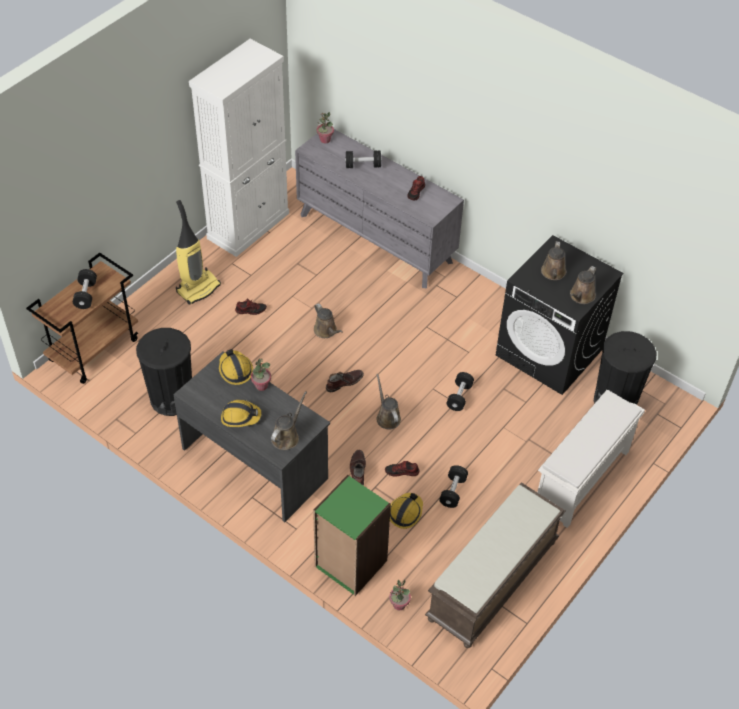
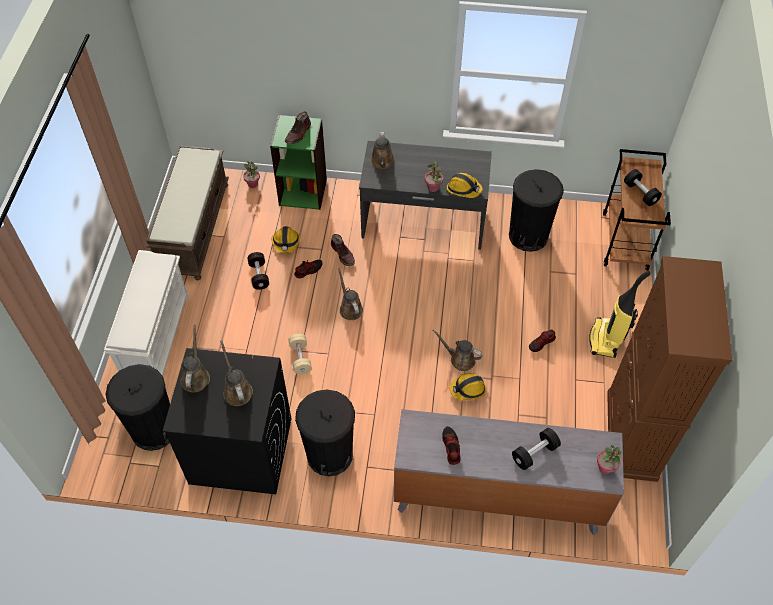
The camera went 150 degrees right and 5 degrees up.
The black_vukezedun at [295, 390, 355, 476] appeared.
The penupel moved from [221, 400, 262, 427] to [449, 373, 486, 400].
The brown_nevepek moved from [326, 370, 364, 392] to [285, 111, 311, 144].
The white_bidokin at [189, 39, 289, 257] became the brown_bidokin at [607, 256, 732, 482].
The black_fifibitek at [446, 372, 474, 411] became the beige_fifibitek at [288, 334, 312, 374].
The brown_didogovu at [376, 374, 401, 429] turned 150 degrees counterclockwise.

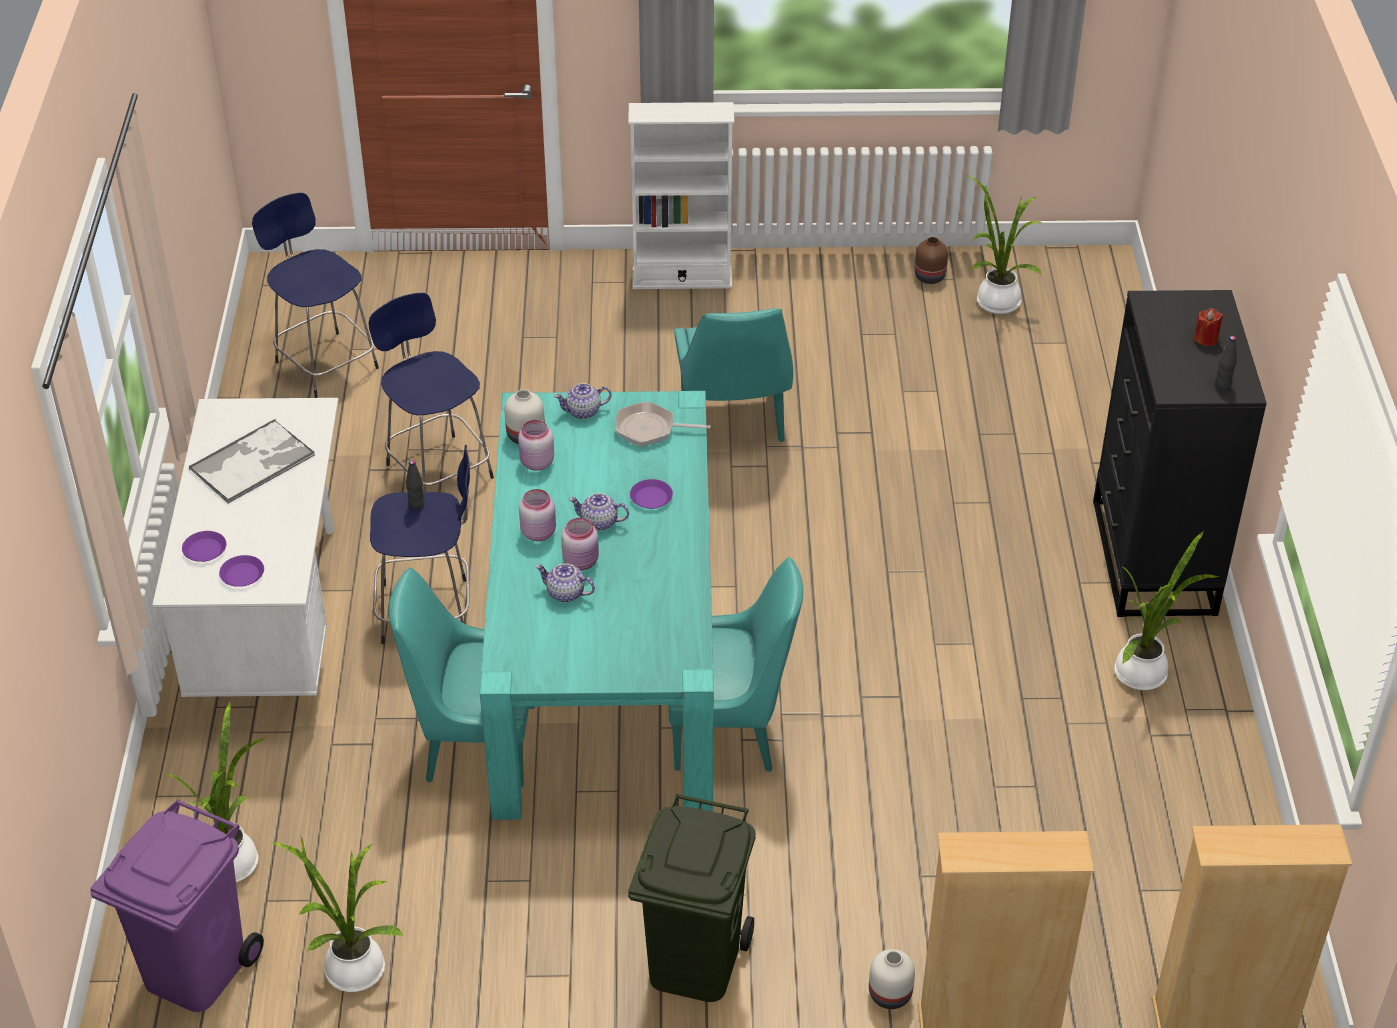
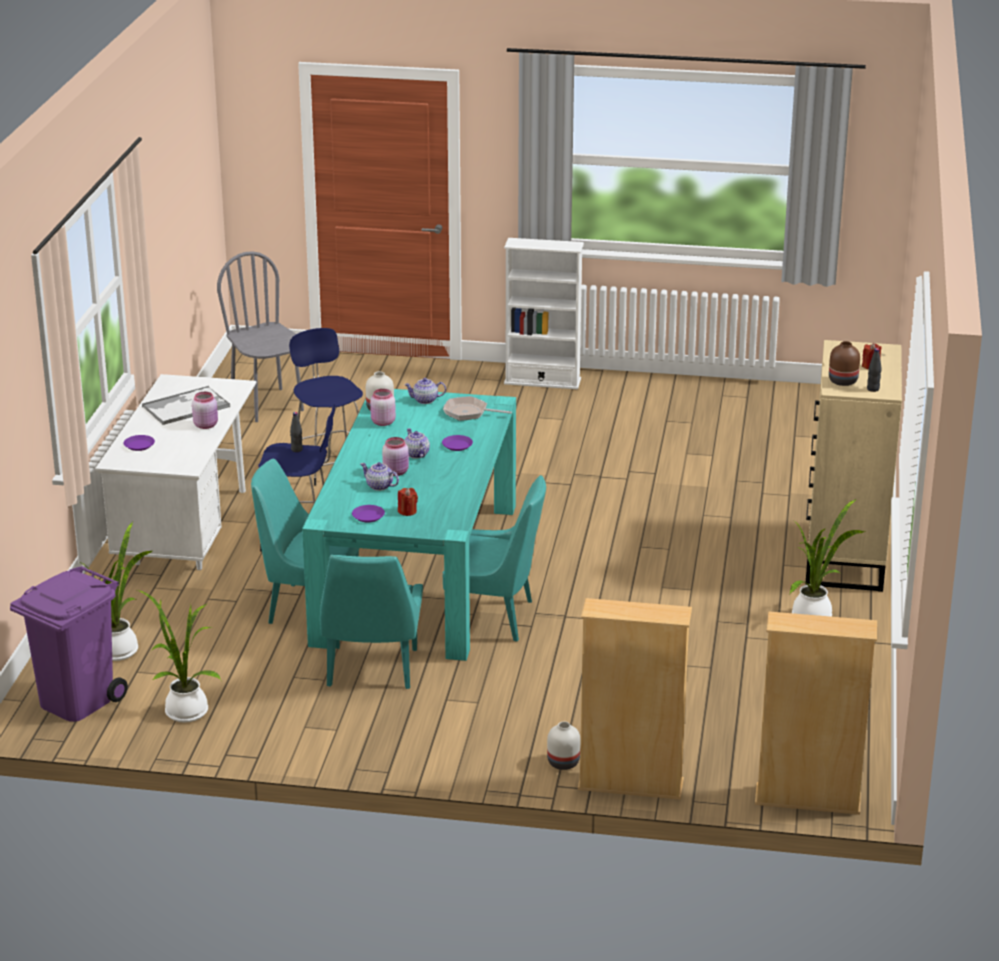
The camera went 10 degrees right and 15 degrees down.
The green_vukezedun at [628, 794, 756, 1002] disappeared.
The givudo at [968, 176, 1043, 314] disappeared.
The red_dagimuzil at [398, 488, 418, 516] appeared.
The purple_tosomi moved from [219, 555, 264, 587] to [352, 505, 385, 523].
The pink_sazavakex moved from [519, 489, 556, 541] to [192, 392, 218, 429].
The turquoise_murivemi moved from [674, 308, 793, 442] to [320, 555, 423, 689].
The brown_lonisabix moved from [914, 237, 948, 284] to [829, 341, 860, 386].
The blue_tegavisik at [252, 193, 379, 398] was replaced by the grey_murivemi at [217, 251, 304, 422].
The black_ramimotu at [1093, 290, 1267, 617] became the beige_ramimotu at [805, 340, 902, 592].
The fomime at [569, 493, 629, 531] turned 45 degrees clockwise.

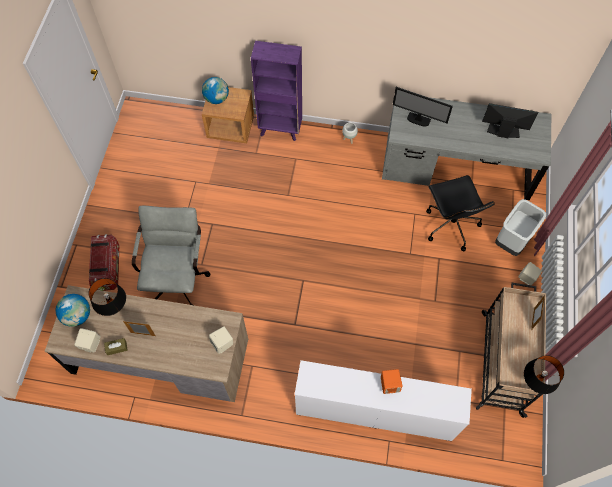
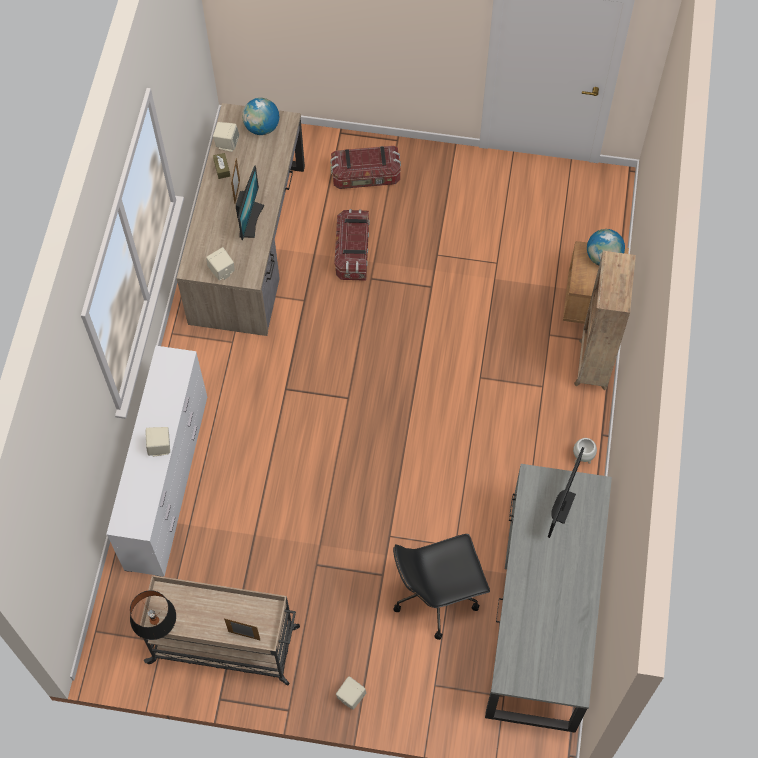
The camera went 90 degrees right and 0 degrees up.
The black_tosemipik at [89, 278, 126, 316] disappeared.
The grey_vukezedun at [495, 199, 546, 256] disappeared.
The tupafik moved from [482, 103, 538, 138] to [236, 166, 264, 240].
The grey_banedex at [132, 206, 210, 305] was replaced by the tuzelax at [334, 209, 370, 281].
The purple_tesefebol at [251, 41, 302, 141] became the brown_tesefebol at [574, 251, 636, 390].
The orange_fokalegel at [381, 369, 402, 394] became the beige_fokalegel at [145, 427, 170, 457].

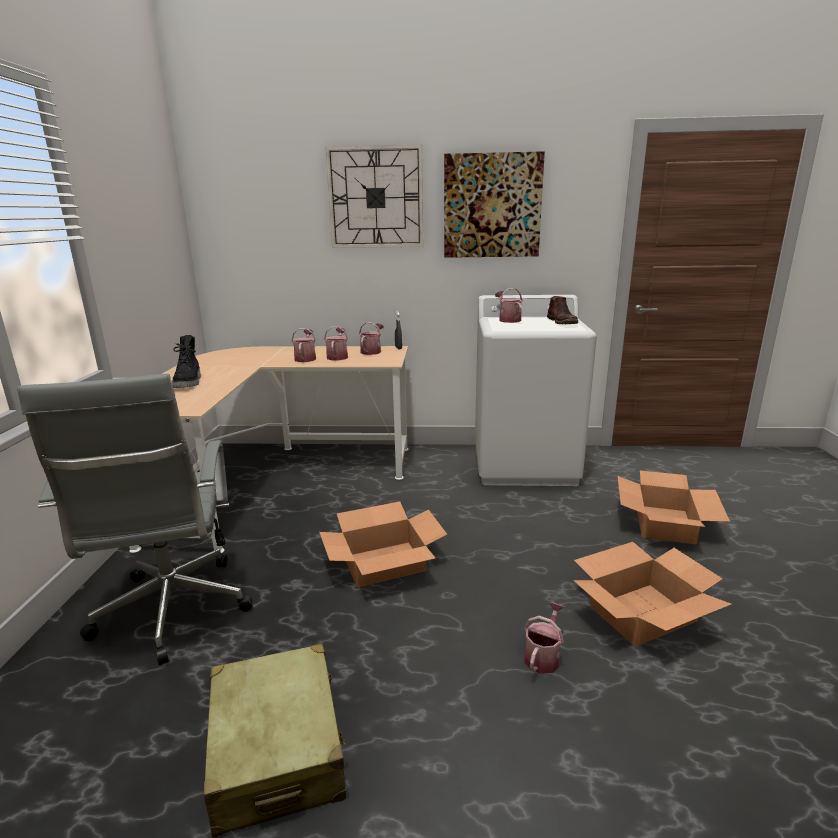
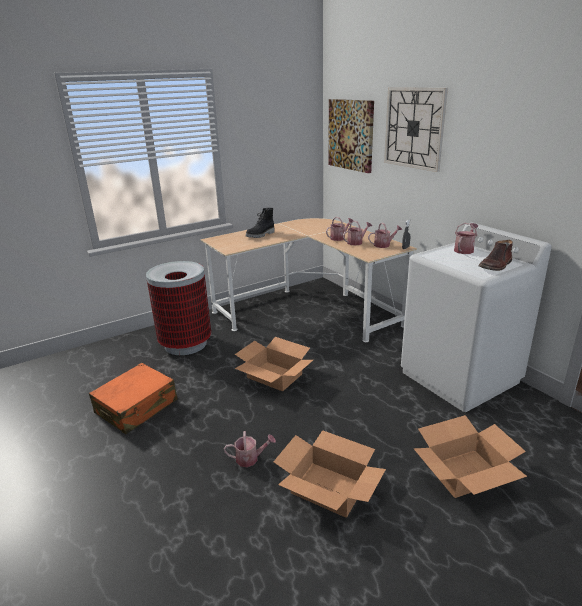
The camera went 55 degrees right and 5 degrees up.
The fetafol moved from [444, 151, 545, 258] to [329, 99, 374, 173].
The grey_banedex at [17, 374, 252, 665] was replaced by the vukezedun at [146, 261, 211, 355].
The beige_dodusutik at [204, 644, 346, 838] became the orange_dodusutik at [89, 363, 178, 434].

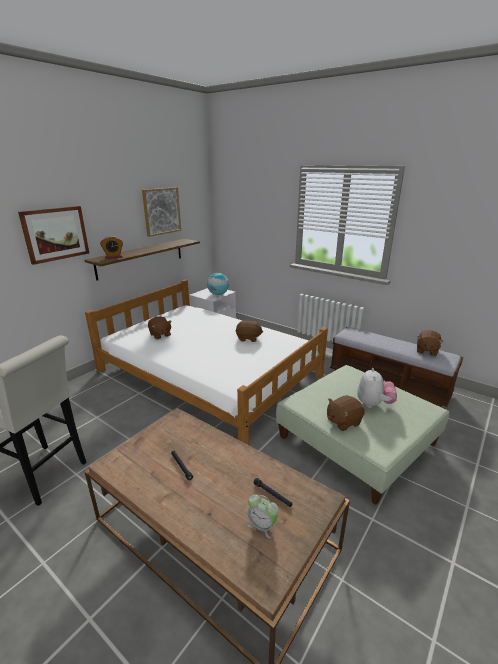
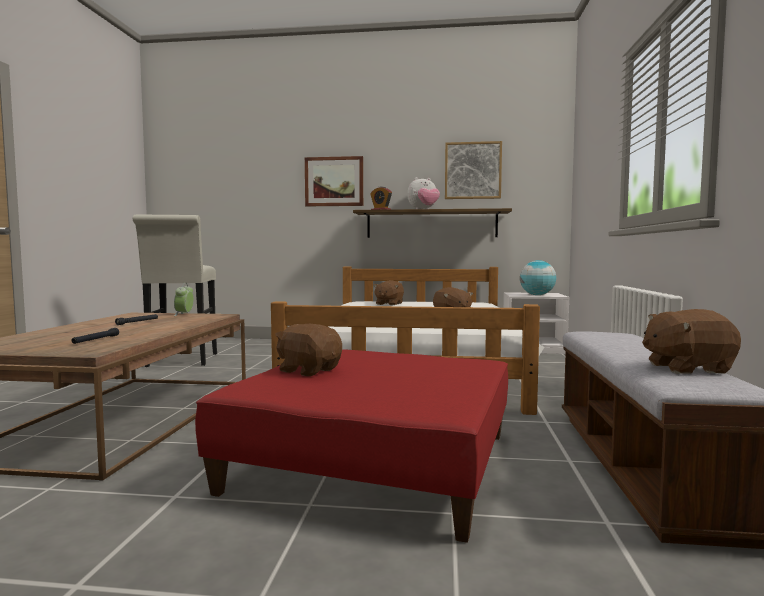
The camera went 60 degrees right and 20 degrees down.
The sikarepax moved from [247, 494, 279, 538] to [174, 283, 194, 316].
The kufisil moved from [357, 368, 397, 408] to [407, 177, 440, 209].
The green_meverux at [276, 365, 449, 505] became the red_meverux at [195, 349, 508, 543].

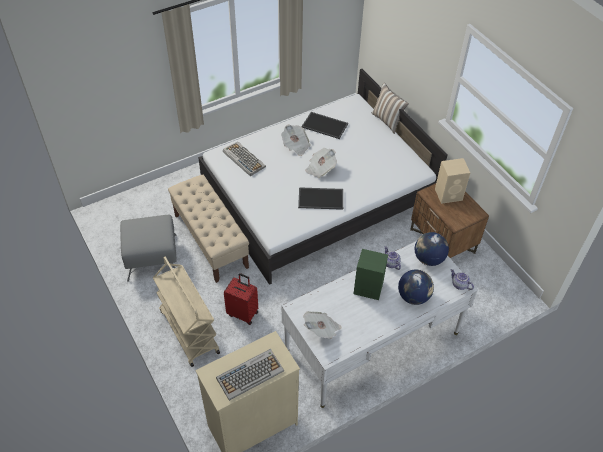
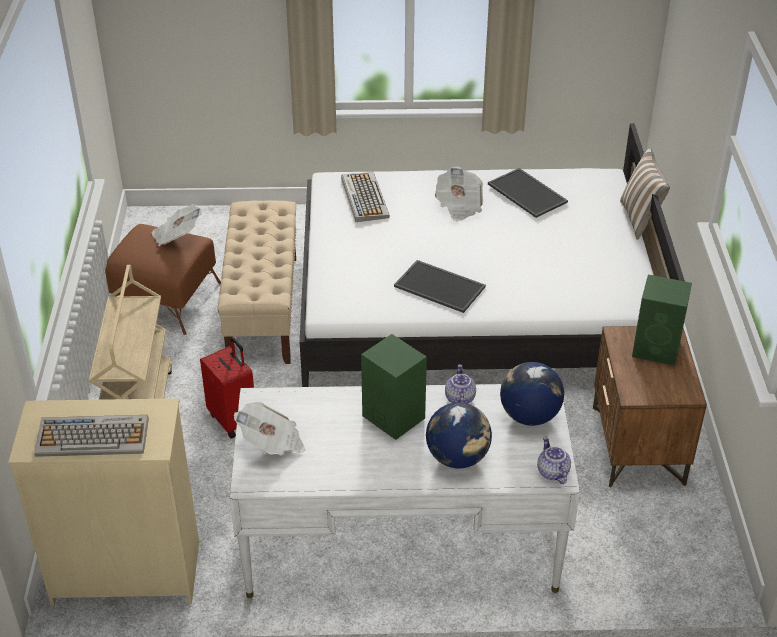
The camera went 30 degrees right and 10 degrees down.
The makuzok moved from [305, 148, 337, 178] to [152, 204, 202, 246].
The grey_meverux at [120, 215, 177, 282] became the brown_meverux at [105, 224, 221, 335].
The beige_fokalegel at [435, 158, 470, 204] became the green_fokalegel at [632, 275, 692, 366].

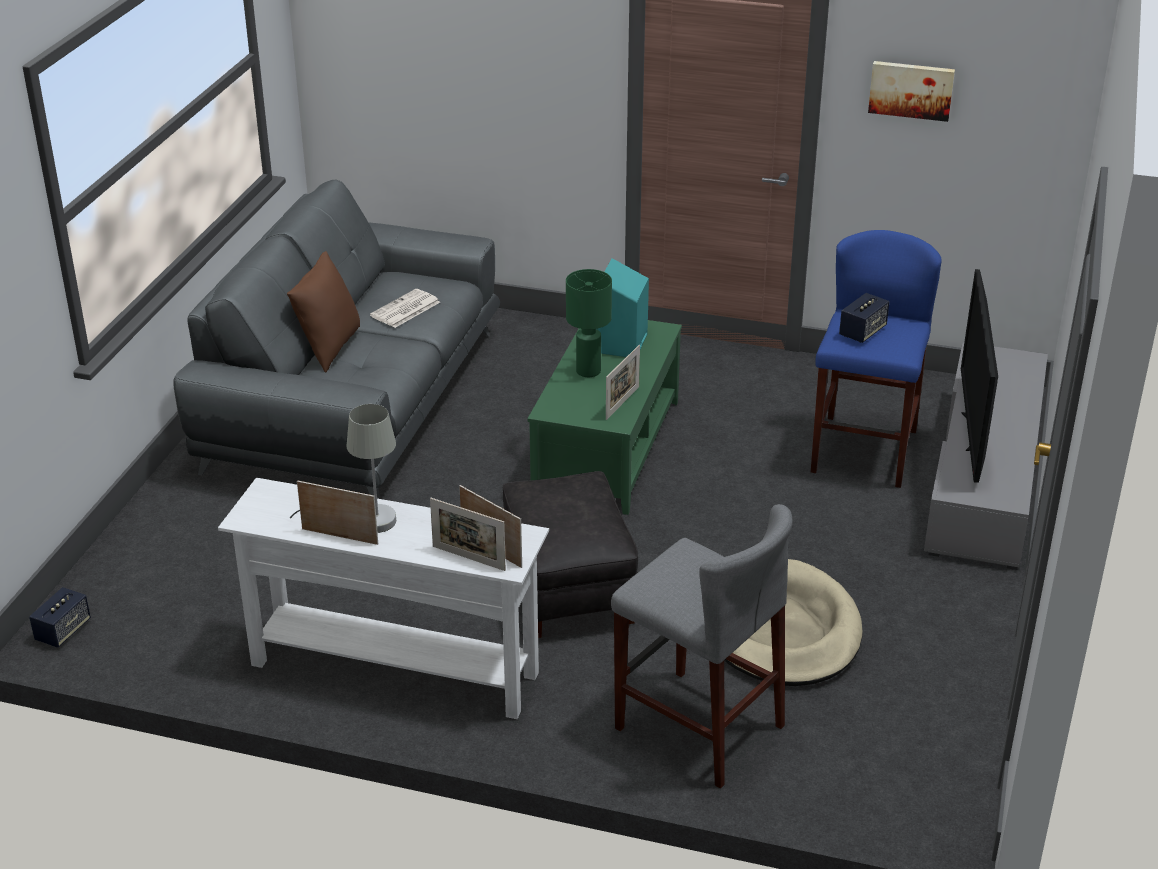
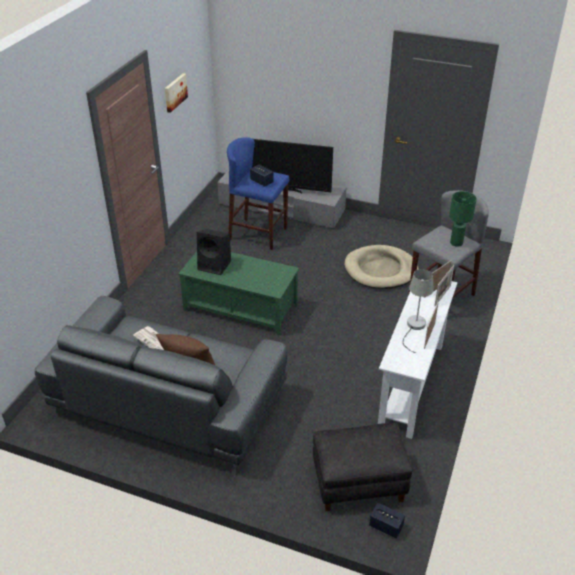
The camera went 85 degrees left and 5 degrees up.
The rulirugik at [606, 345, 640, 420] disappeared.
The black_meverux moved from [503, 471, 638, 638] to [313, 423, 413, 511].
The green_tosemipik moved from [566, 269, 612, 377] to [449, 191, 477, 247].
The turquoise_fokalegel at [597, 258, 649, 357] became the black_fokalegel at [197, 229, 231, 275].

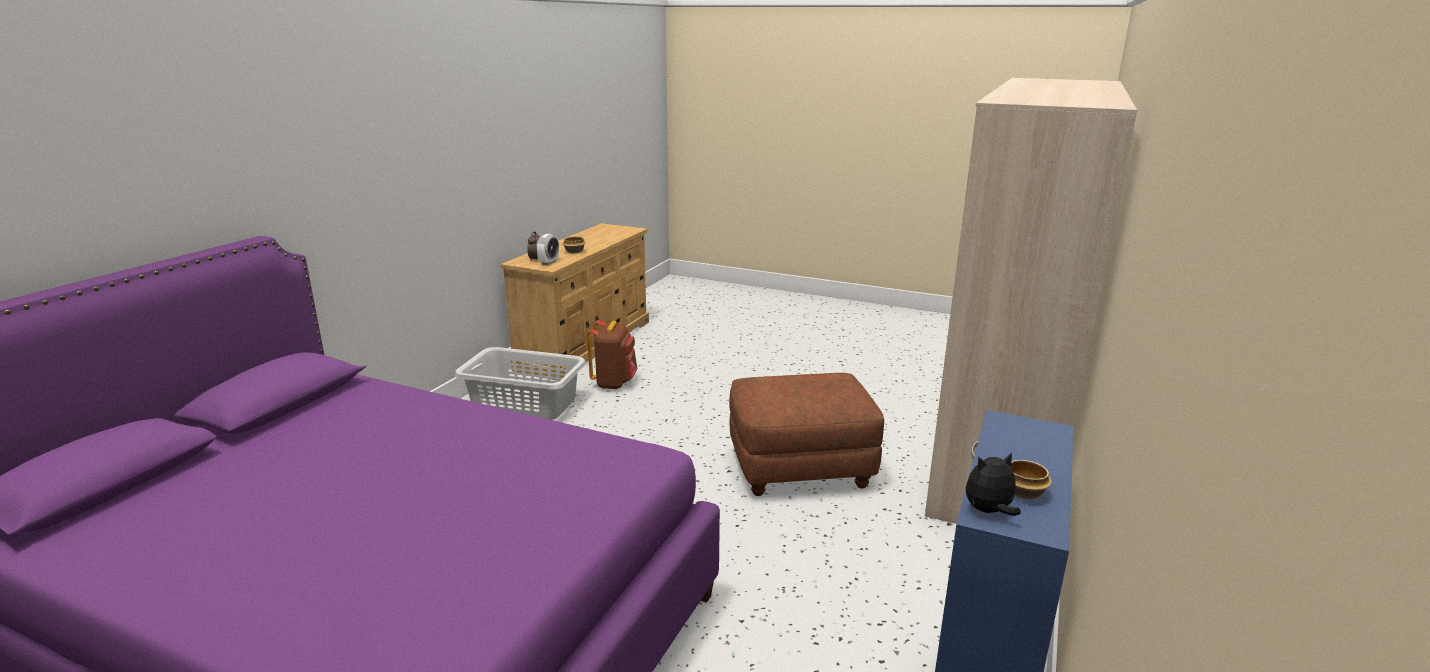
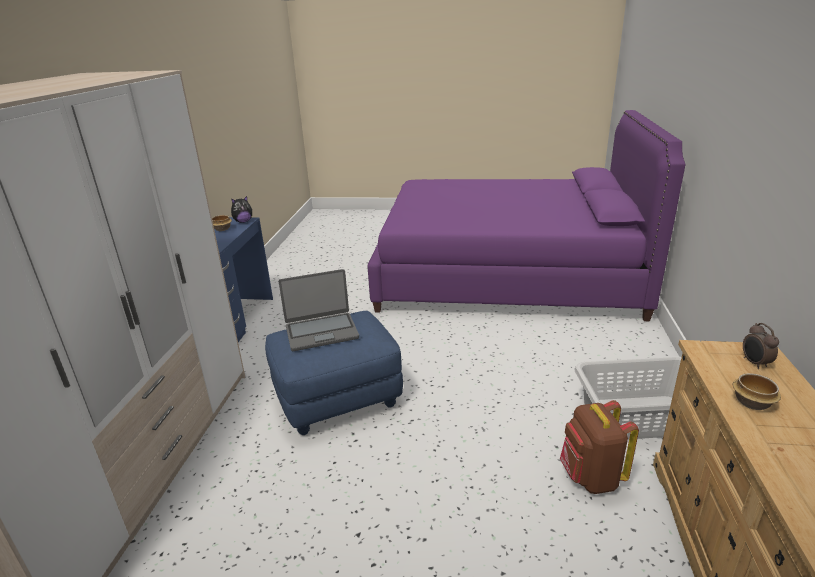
The camera went 165 degrees right and 5 degrees up.
The sikarepax at [536, 234, 559, 265] disappeared.
The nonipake at [279, 269, 359, 351] appeared.
The brown_meverux at [729, 373, 884, 496] became the blue_meverux at [265, 311, 403, 435].

